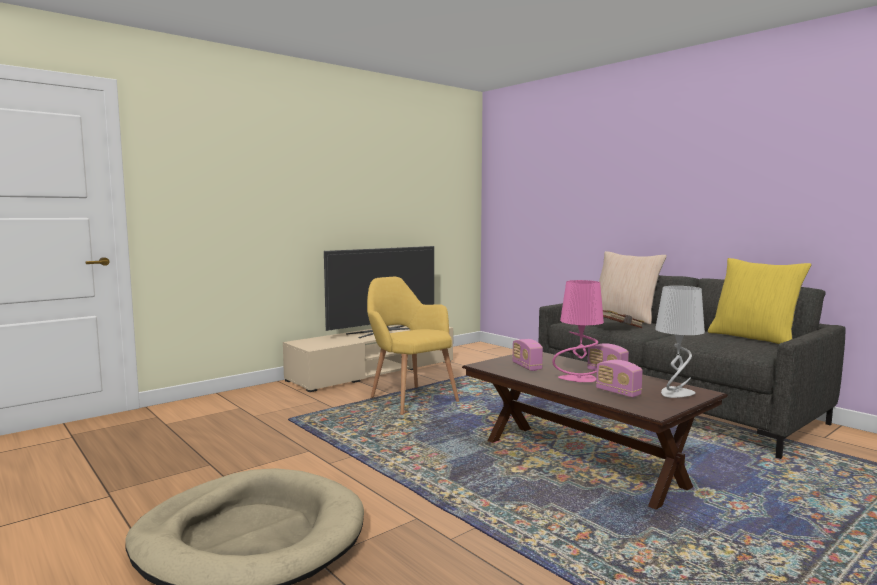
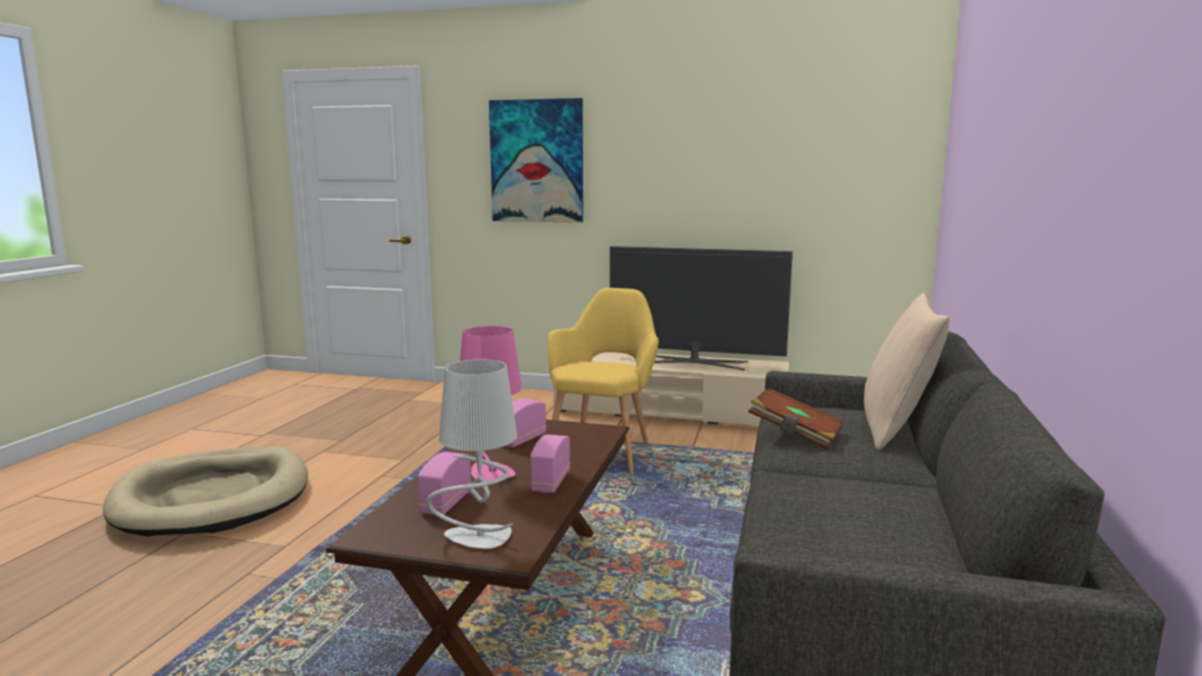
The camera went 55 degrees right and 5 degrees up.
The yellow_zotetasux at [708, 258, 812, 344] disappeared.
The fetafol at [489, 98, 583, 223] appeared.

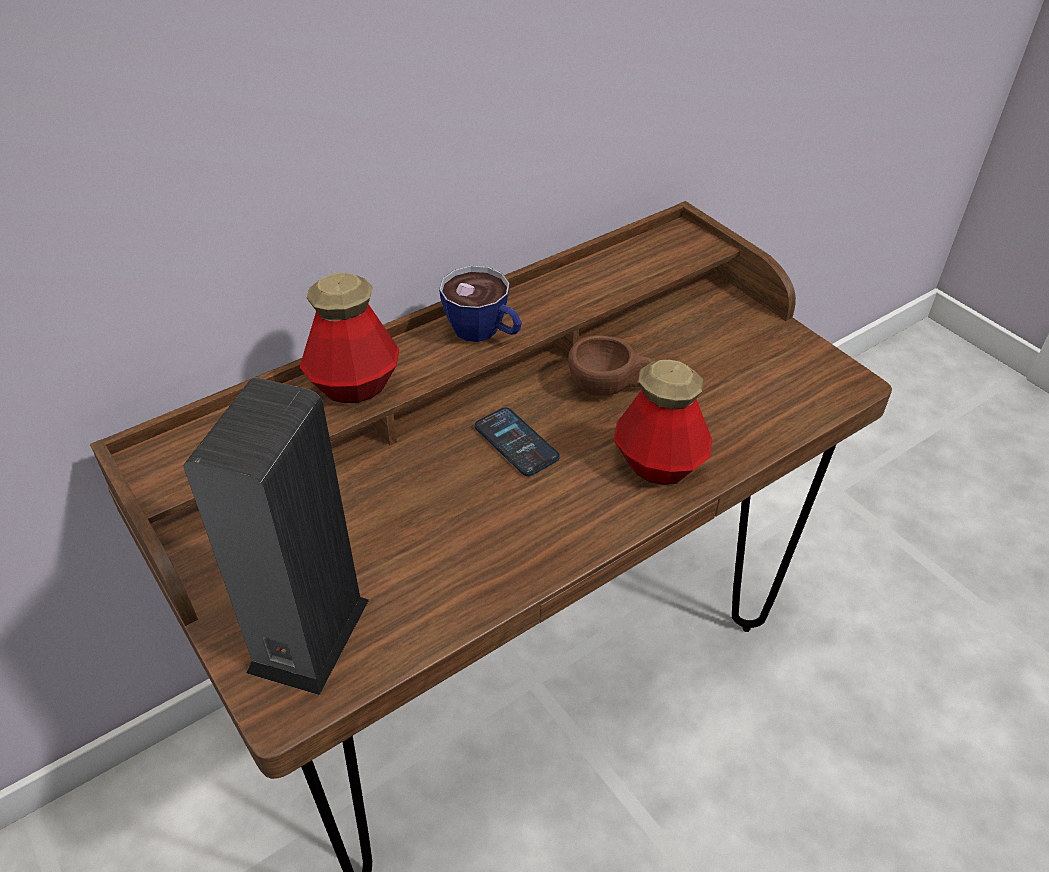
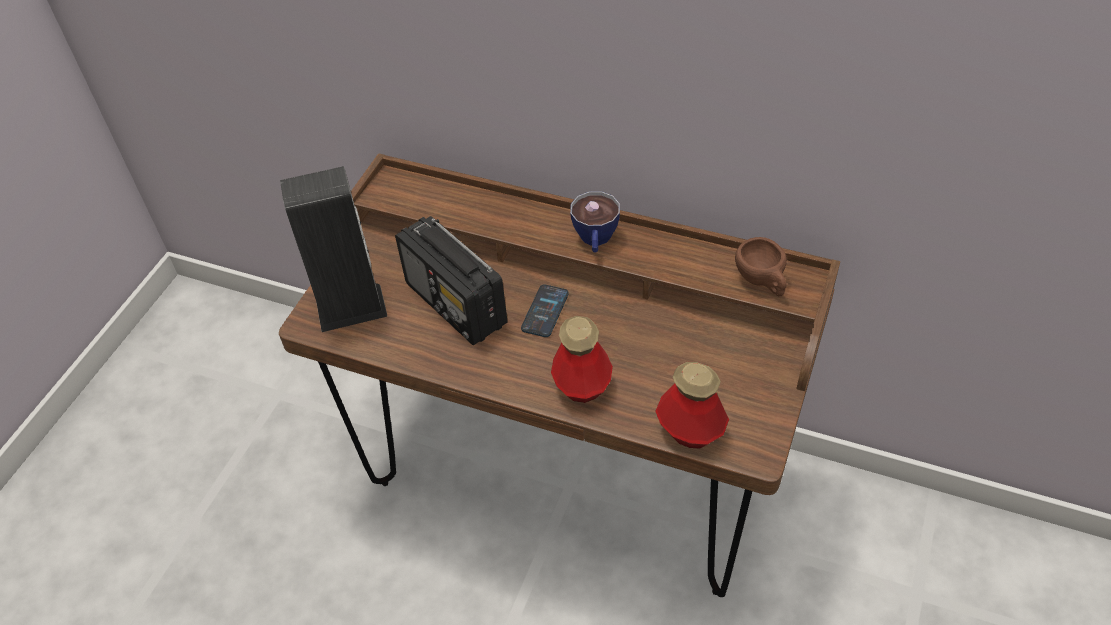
The camera went 60 degrees right and 5 degrees up.
The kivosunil at [395, 216, 508, 345] appeared.
The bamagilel moved from [300, 273, 399, 403] to [655, 362, 729, 449].
The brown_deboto moved from [568, 335, 654, 396] to [735, 237, 787, 296].

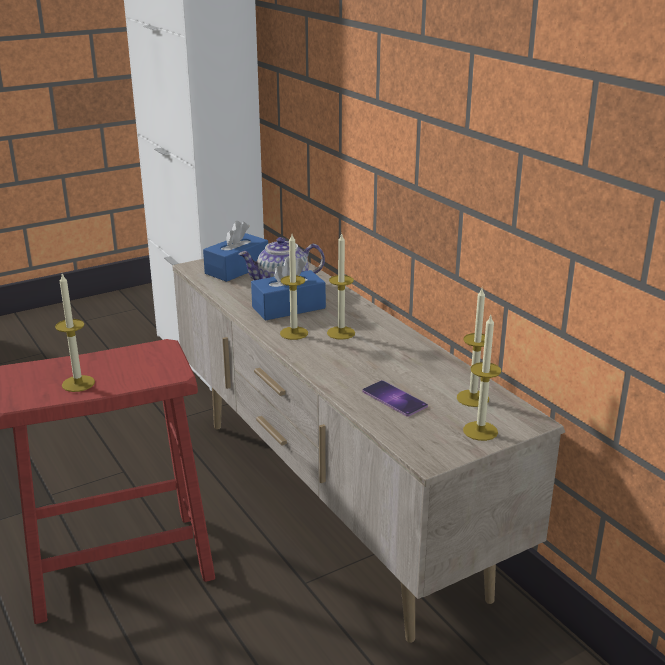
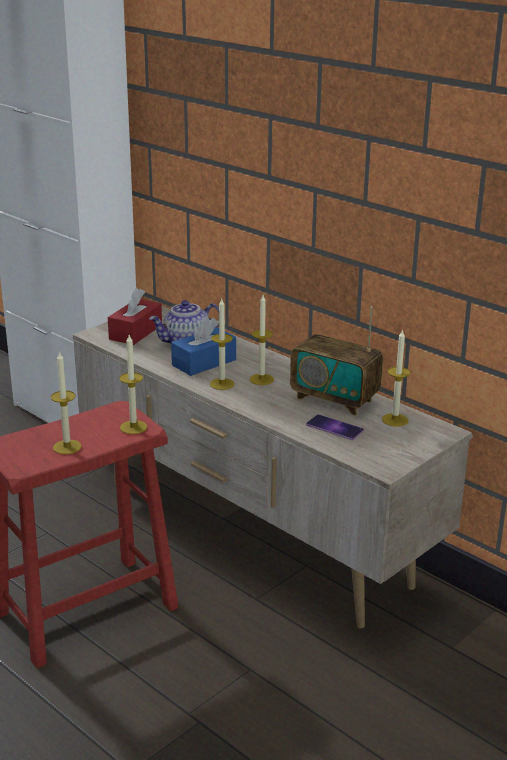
The camera went 15 degrees left and 0 degrees up.
The kivosunil at [290, 306, 383, 415] appeared.
The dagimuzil moved from [463, 316, 501, 441] to [119, 335, 147, 434].
The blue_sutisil at [203, 221, 268, 282] became the red_sutisil at [108, 288, 162, 345].

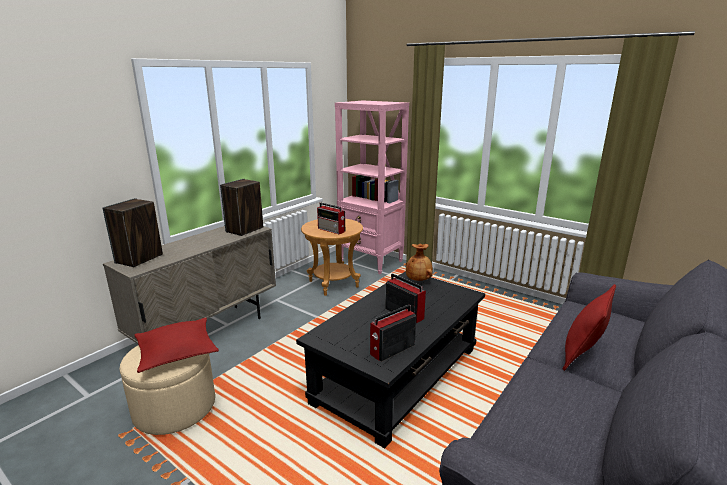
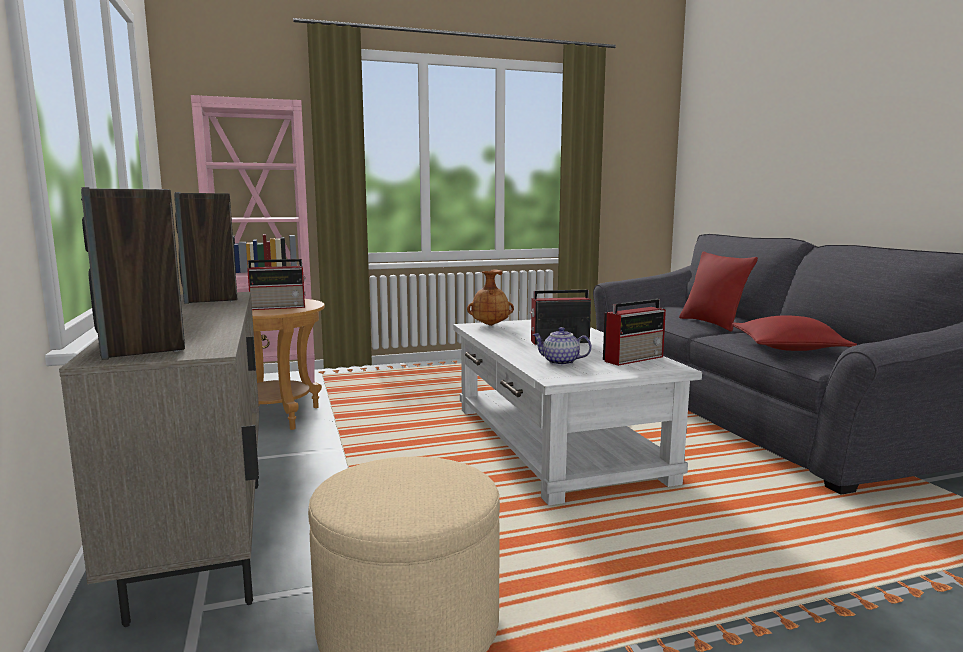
The camera went 55 degrees left and 10 degrees down.
The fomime at [532, 327, 592, 365] appeared.
The red_zotetasux moved from [135, 317, 219, 373] to [732, 315, 857, 351].
The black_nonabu at [296, 271, 485, 448] became the white_nonabu at [453, 320, 702, 506].
The kivosunil at [370, 304, 416, 361] turned 120 degrees counterclockwise.

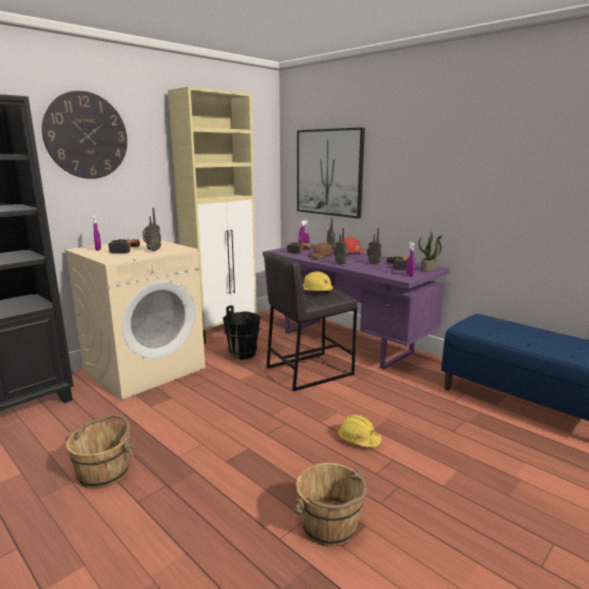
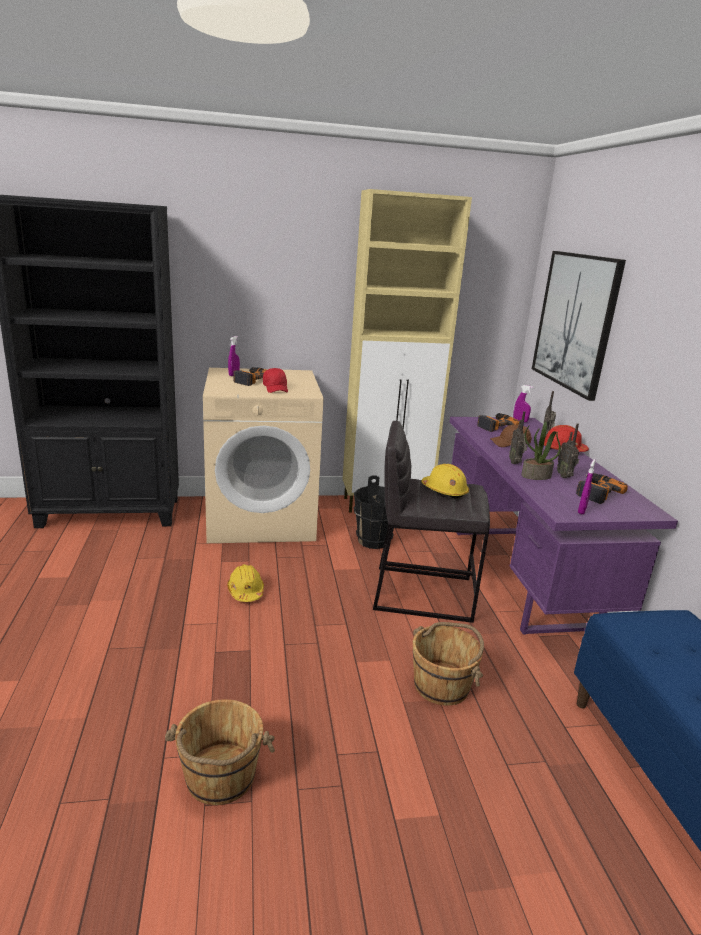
The camera went 35 degrees right and 5 degrees up.
The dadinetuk at [42, 91, 127, 179] disappeared.
The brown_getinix moved from [65, 414, 134, 489] to [413, 622, 484, 706].
The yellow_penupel moved from [338, 414, 381, 447] to [227, 564, 264, 602].
The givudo moved from [418, 231, 442, 272] to [521, 421, 561, 480].
The kivosunil at [142, 208, 161, 251] was replaced by the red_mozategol at [263, 368, 288, 393].

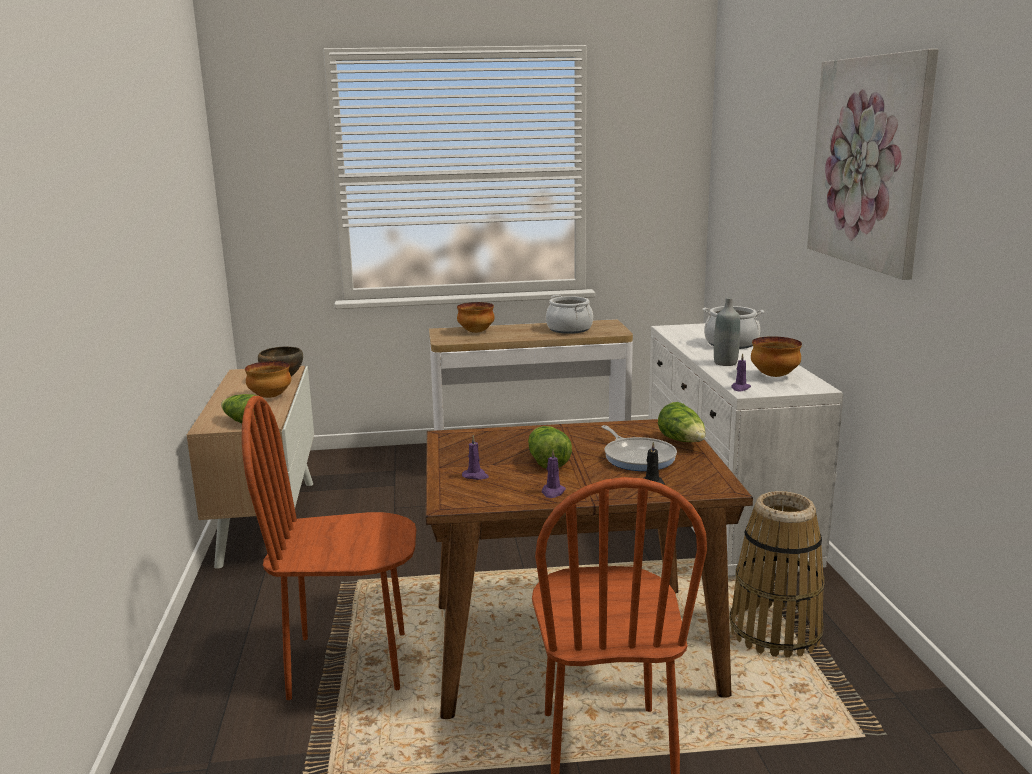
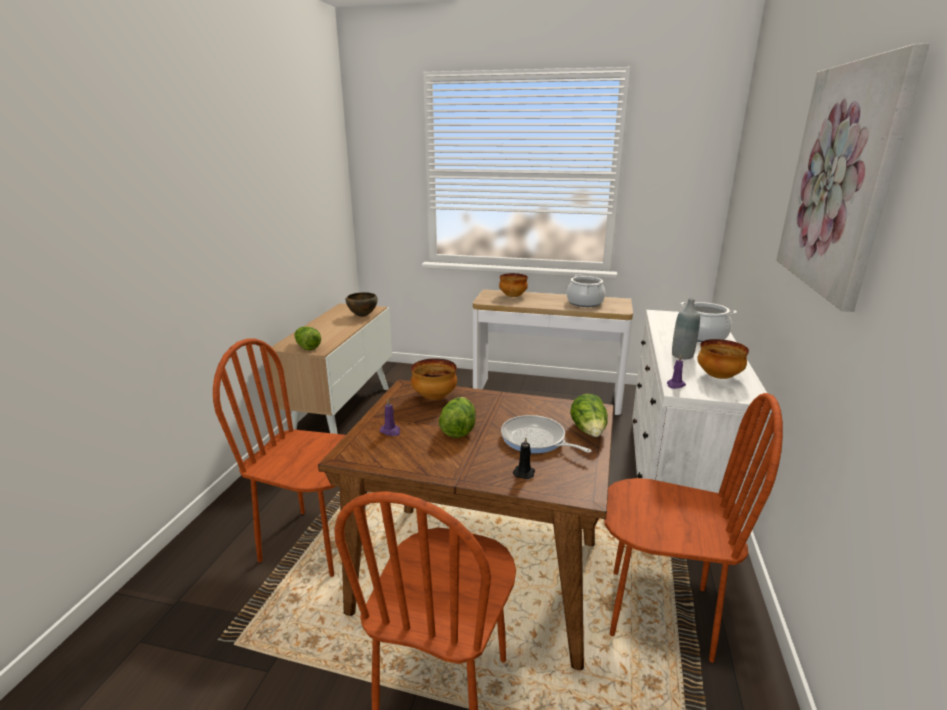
The camera went 20 degrees right and 5 degrees up.
The purple_dagimuzil at [542, 450, 566, 498] disappeared.
The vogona moved from [245, 361, 291, 398] to [411, 358, 457, 400].
The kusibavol at [729, 491, 825, 657] was replaced by the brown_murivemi at [604, 393, 783, 663].
The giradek at [602, 425, 677, 471] turned 135 degrees clockwise.

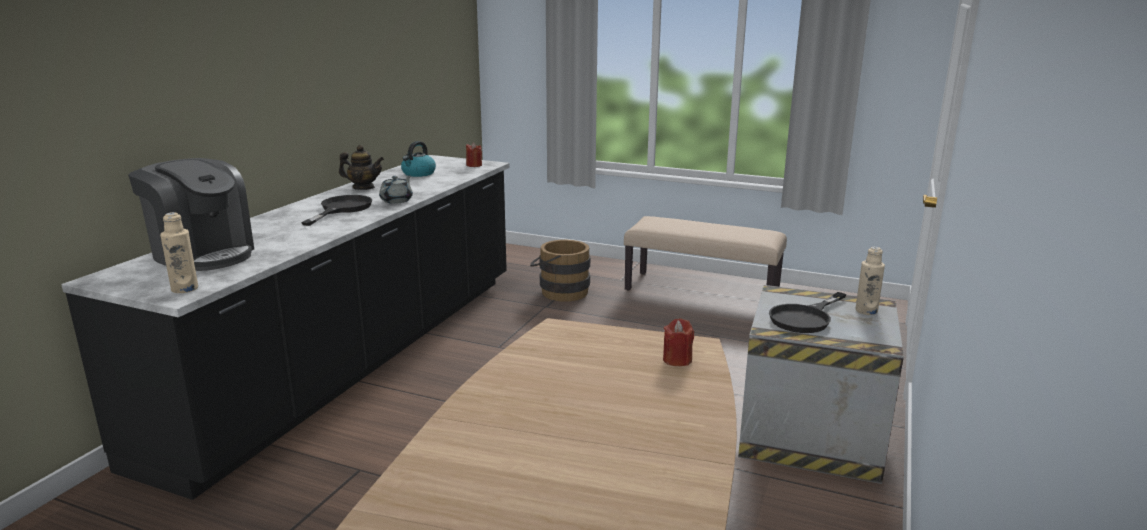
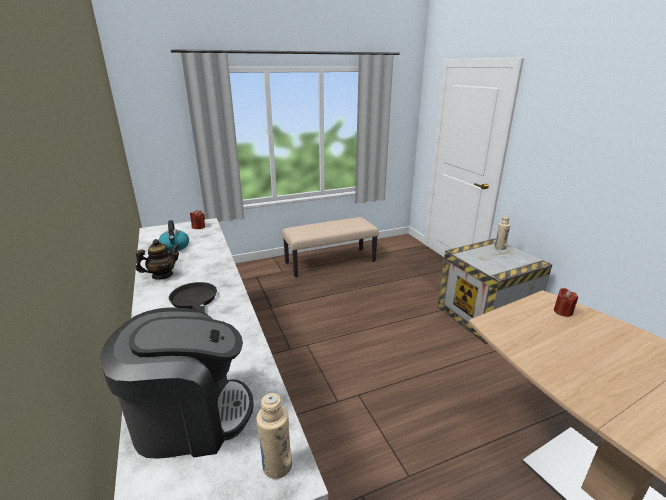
The camera went 45 degrees left and 5 degrees up.
The grey_fomime at [379, 175, 413, 204] disappeared.
The brown_getinix at [530, 240, 590, 302] disappeared.
The black_giradek at [769, 292, 846, 333] disappeared.

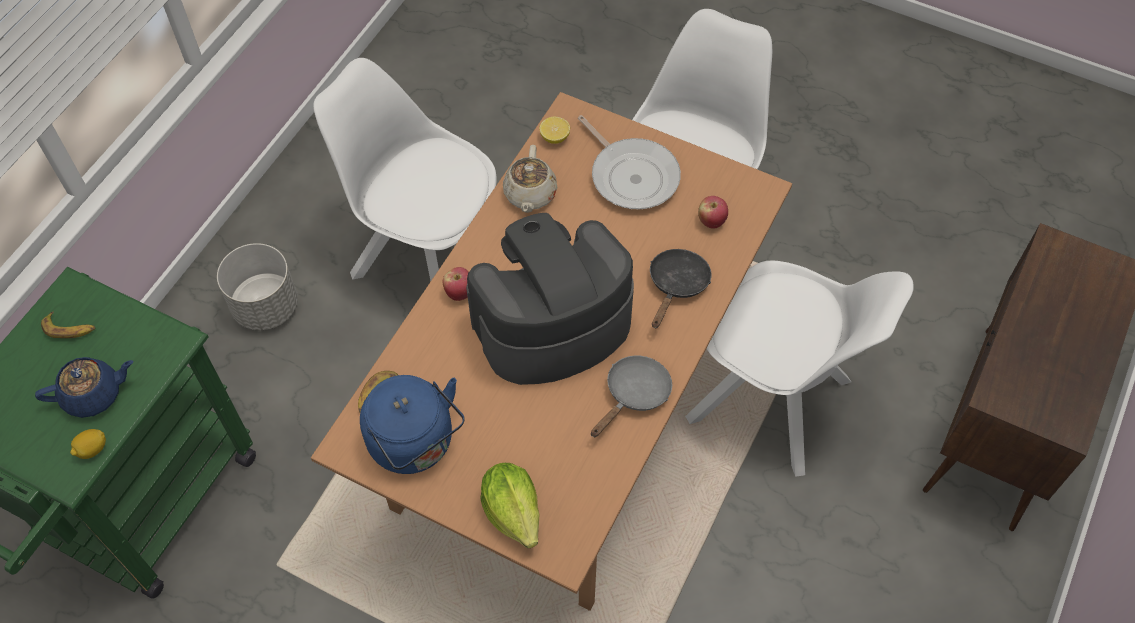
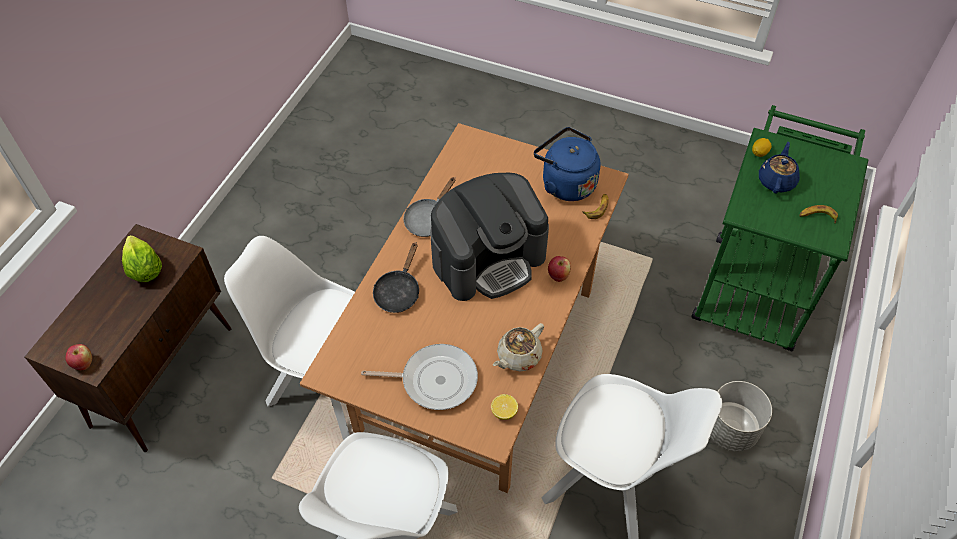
The camera went 175 degrees right and 5 degrees down.
The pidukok moved from [480, 463, 540, 548] to [122, 235, 162, 282].
The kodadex moved from [698, 196, 728, 229] to [66, 344, 92, 370].
The blue_fomime at [35, 357, 134, 418] turned 135 degrees clockwise.
The beige_fomime at [503, 145, 557, 213] turned 135 degrees counterclockwise.
The giradek at [578, 115, 681, 209] turned 135 degrees clockwise.

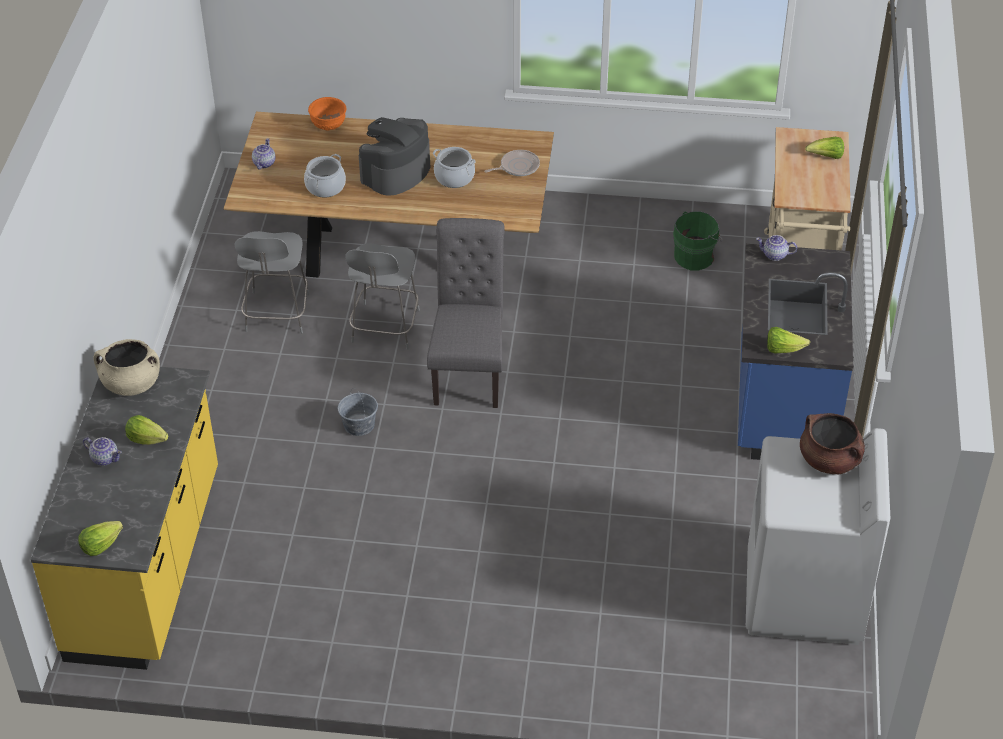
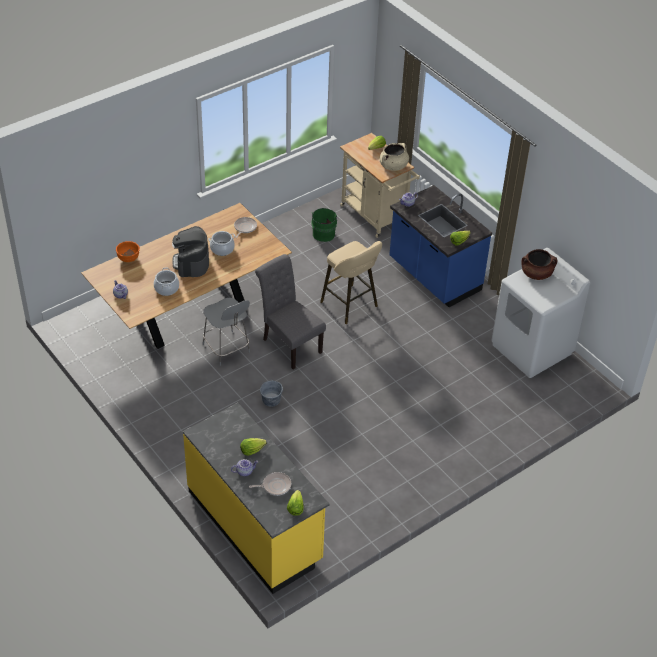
The camera went 45 degrees left and 0 degrees up.
The grey_murivemi at [235, 231, 309, 333] disappeared.
The giradek at [249, 472, 291, 496] appeared.
The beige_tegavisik at [320, 241, 382, 324] appeared.
The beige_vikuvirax moved from [93, 339, 160, 396] to [379, 143, 409, 171].

